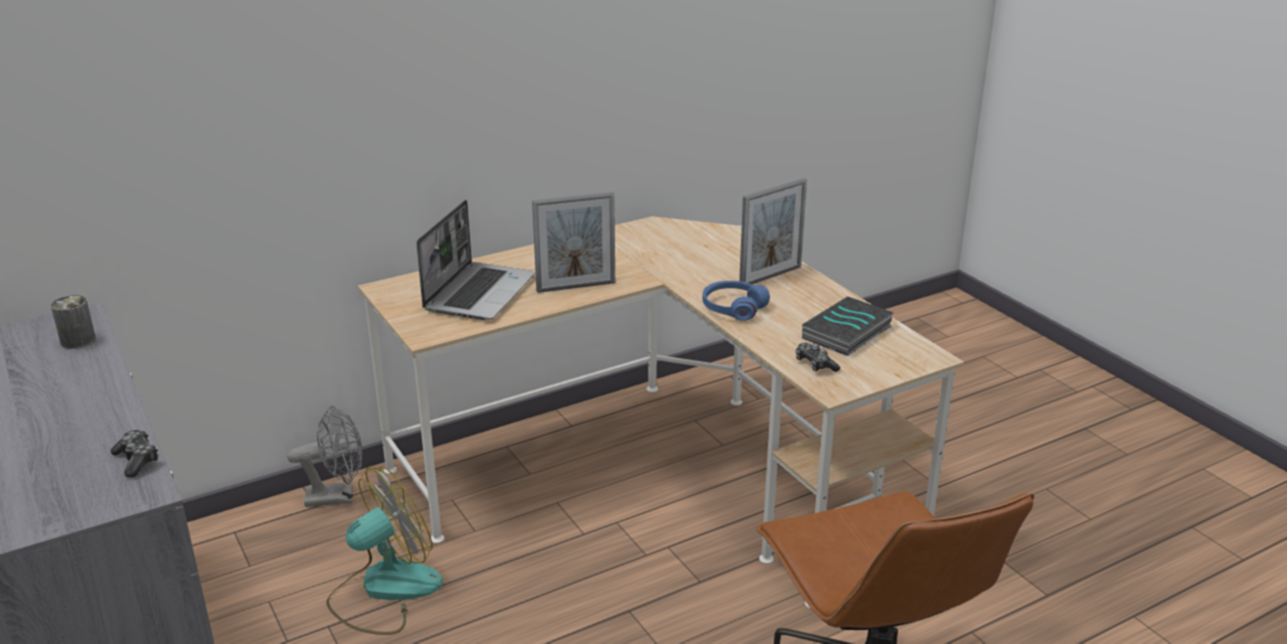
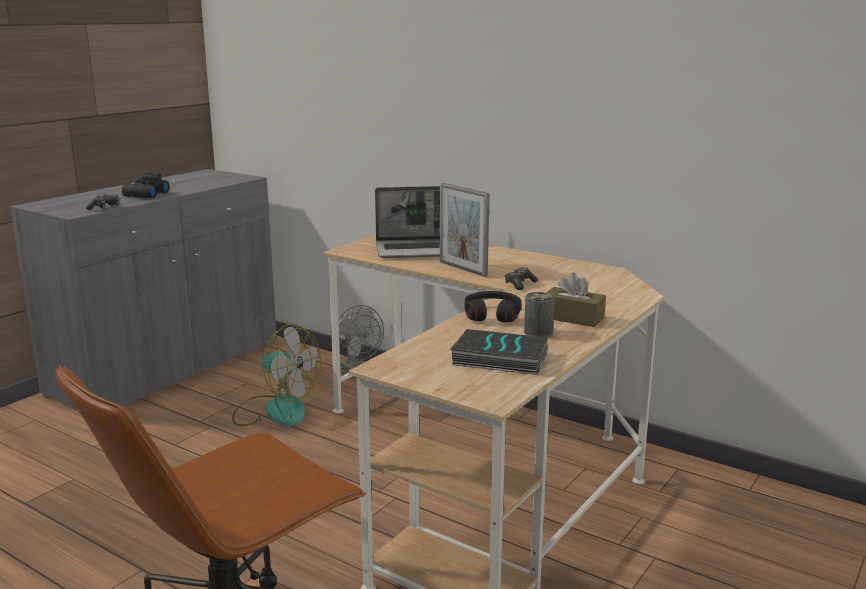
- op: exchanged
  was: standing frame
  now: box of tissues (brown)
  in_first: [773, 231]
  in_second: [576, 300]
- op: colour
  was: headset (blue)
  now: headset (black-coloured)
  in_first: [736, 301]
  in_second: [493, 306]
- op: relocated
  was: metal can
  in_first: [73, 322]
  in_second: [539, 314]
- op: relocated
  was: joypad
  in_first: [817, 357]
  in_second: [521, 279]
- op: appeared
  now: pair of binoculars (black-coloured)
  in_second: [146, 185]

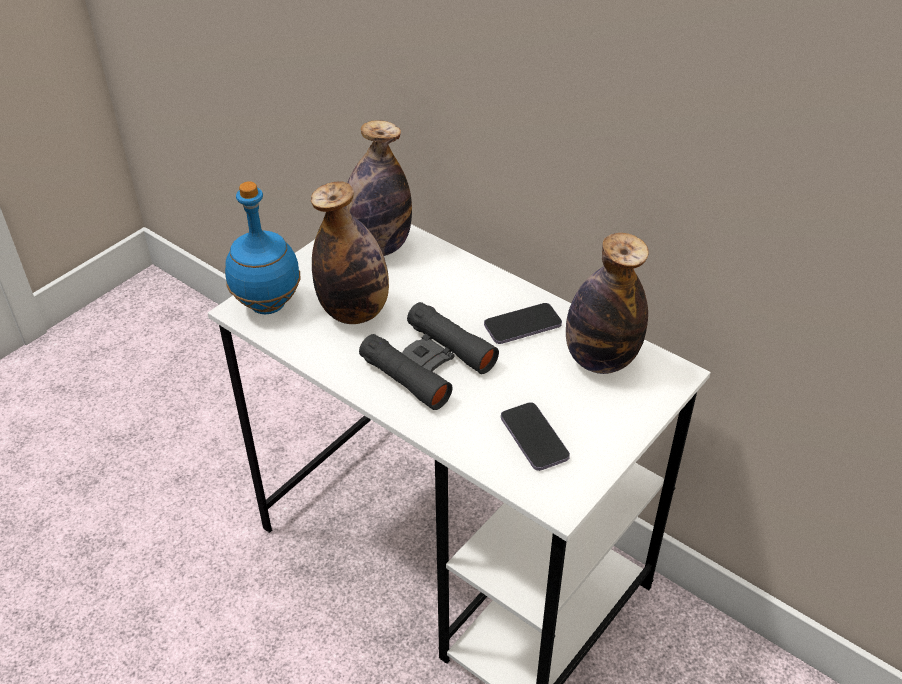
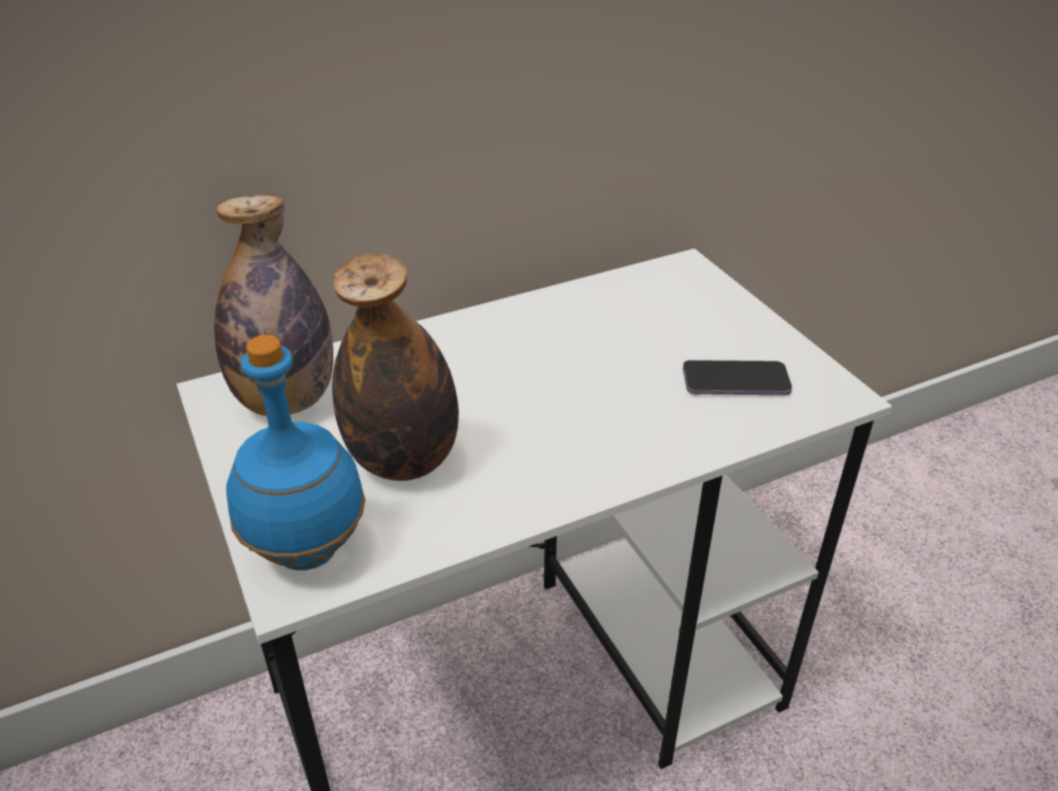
- op: missing
  was: beverage bottle
  in_first: [607, 303]
- op: missing
  was: pair of binoculars (black-coloured)
  in_first: [429, 356]
- op: missing
  was: telephone
  in_first: [523, 323]

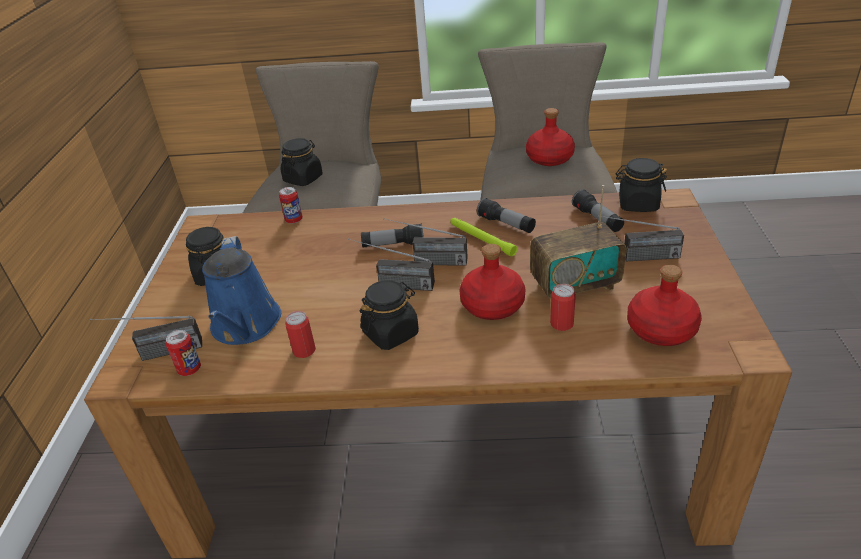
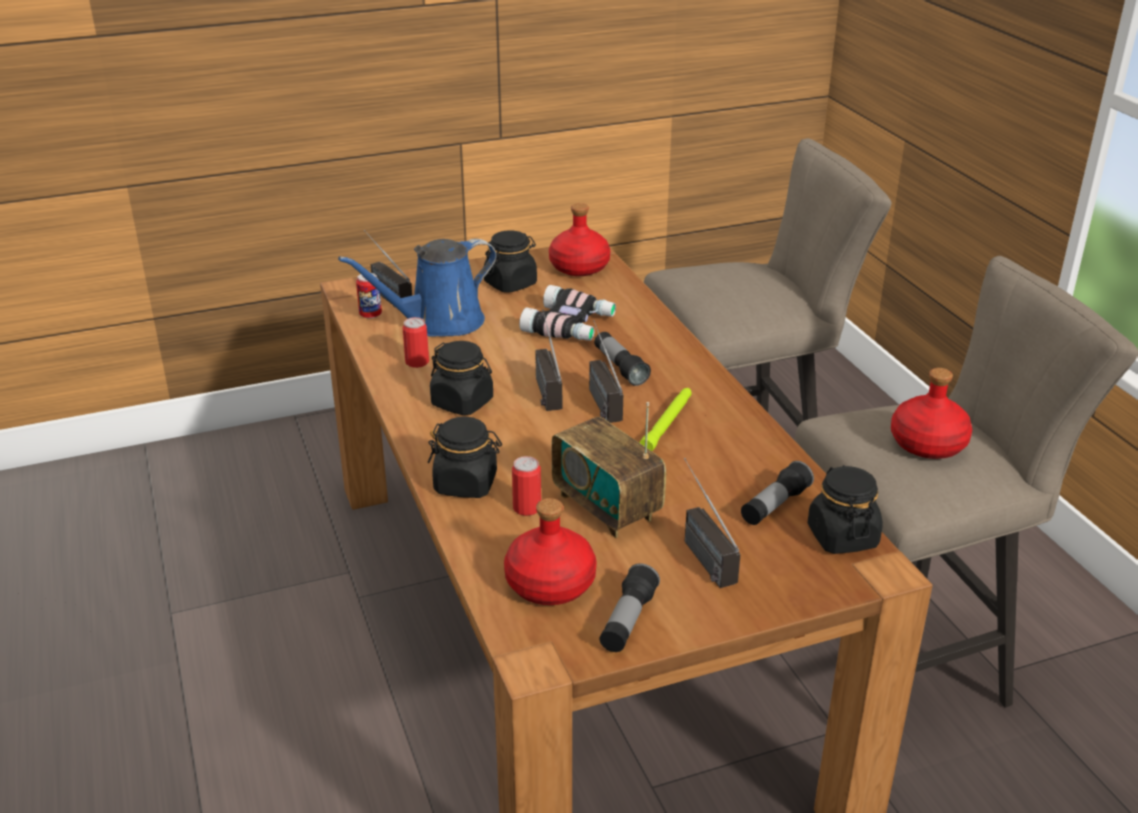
- op: relocated
  was: jar (black-coloured)
  in_first: [302, 162]
  in_second: [465, 457]
- op: missing
  was: metal can
  in_first: [291, 205]
- op: relocated
  was: flashlight
  in_first: [506, 215]
  in_second: [630, 607]
- op: relocated
  was: beverage bottle (red)
  in_first: [492, 282]
  in_second: [579, 239]
- op: appeared
  now: pair of binoculars
  in_second: [567, 313]

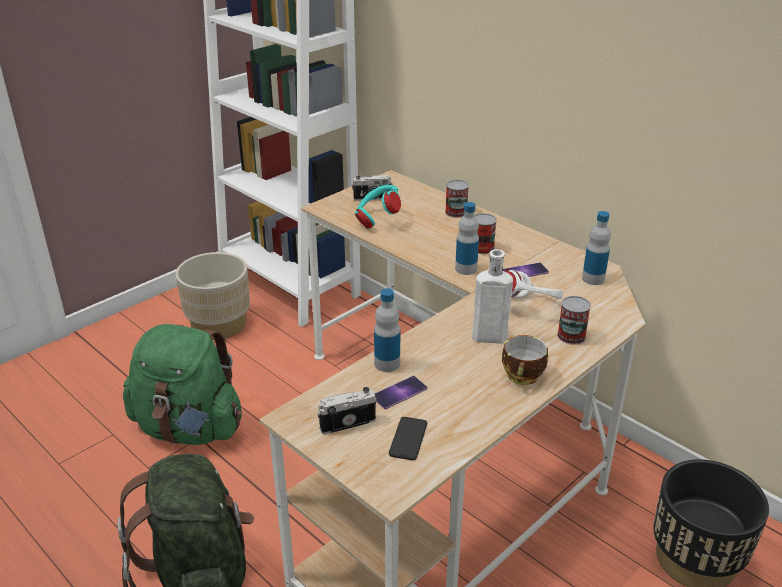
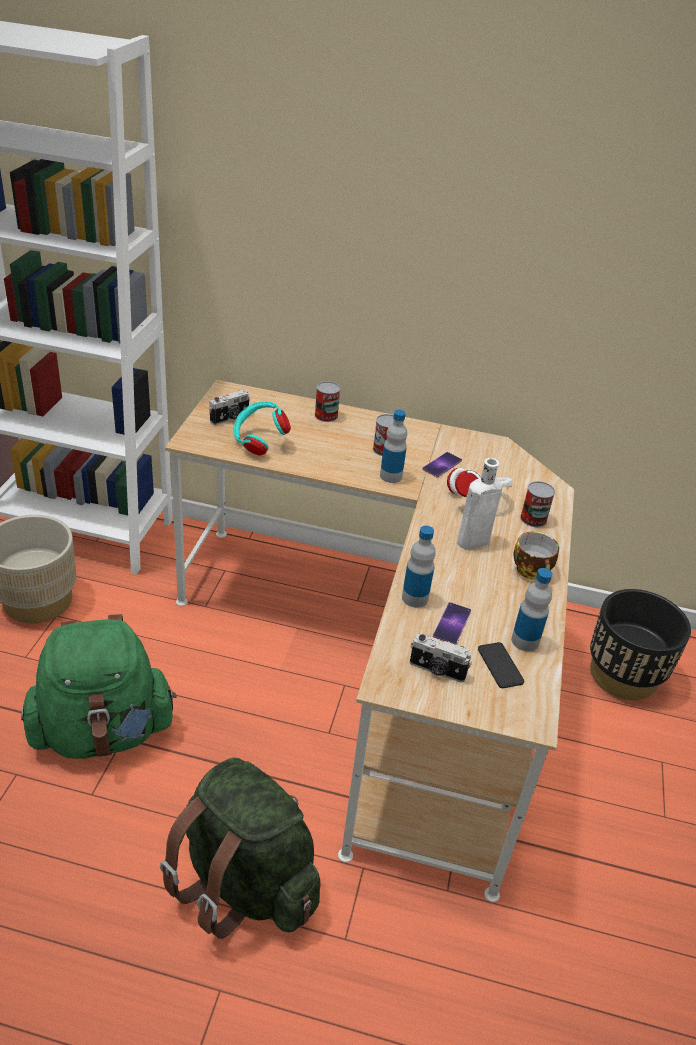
- op: relocated
  was: beverage bottle
  in_first: [596, 248]
  in_second: [531, 609]
- op: spun
  was: still camera
  in_first: [347, 410]
  in_second: [441, 657]
  clockwise: -105

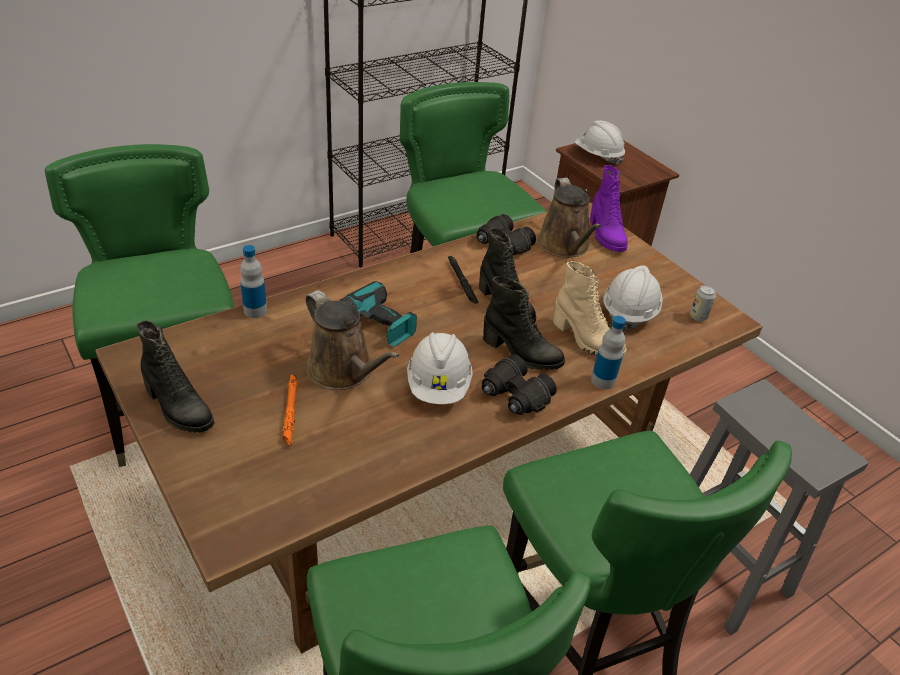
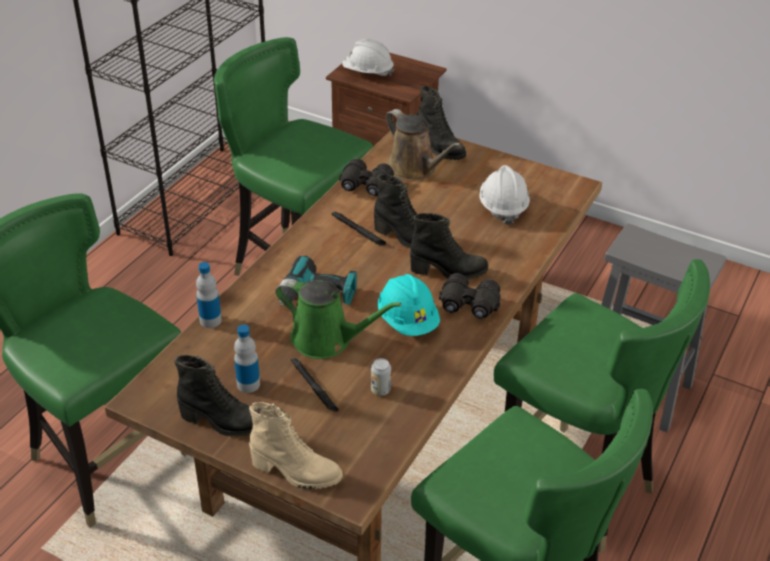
- op: colour
  was: tall boot (purple)
  now: tall boot (black-coloured)
  in_first: [609, 208]
  in_second: [441, 123]
- op: relocated
  was: tall boot (sand-coloured)
  in_first: [590, 308]
  in_second: [296, 445]
- op: relocated
  was: metal can
  in_first: [703, 303]
  in_second: [381, 377]
- op: colour
  was: watering can (brown)
  now: watering can (green)
  in_first: [353, 340]
  in_second: [338, 319]
- op: relocated
  was: beverage bottle
  in_first: [608, 353]
  in_second: [247, 359]
- op: colour
  was: work helmet (whitish)
  now: work helmet (blue-green)
  in_first: [440, 368]
  in_second: [408, 305]
- op: colour
  was: flashlight (orange)
  now: flashlight (black-coloured)
  in_first: [290, 411]
  in_second: [315, 385]

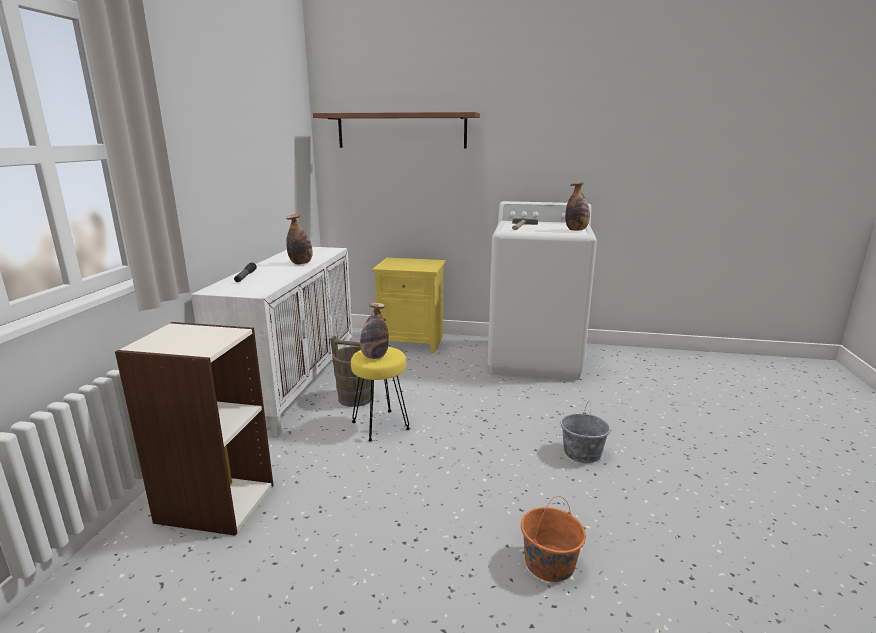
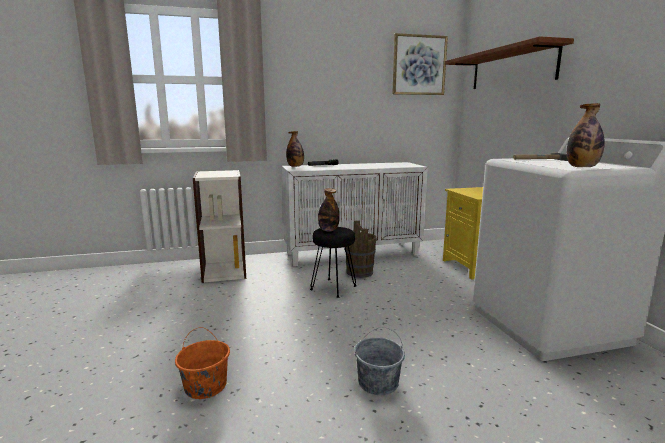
- op: relocated
  was: beverage bottle
  in_first: [299, 239]
  in_second: [295, 149]
- op: colour
  was: stool (yellowish)
  now: stool (black-coloured)
  in_first: [380, 394]
  in_second: [333, 262]
- op: appeared
  now: picture
  in_second: [420, 64]

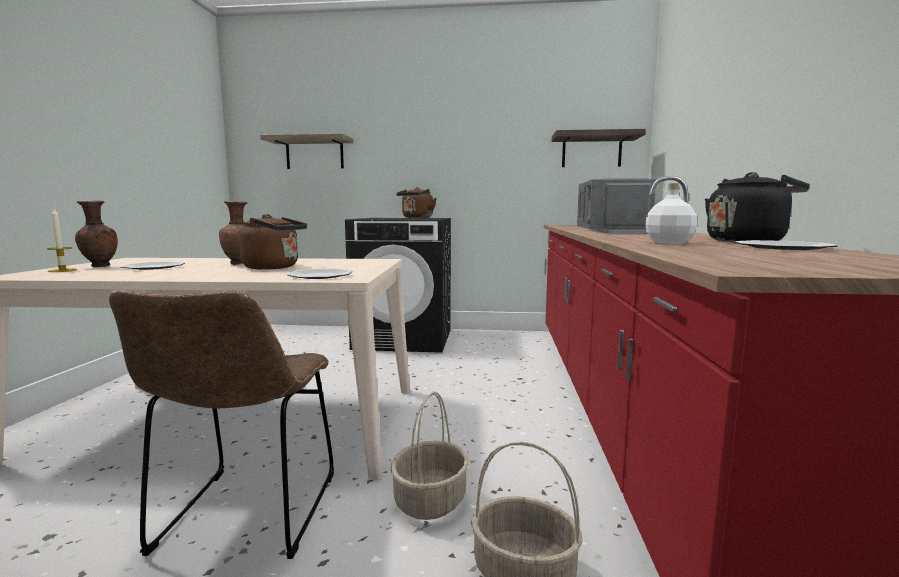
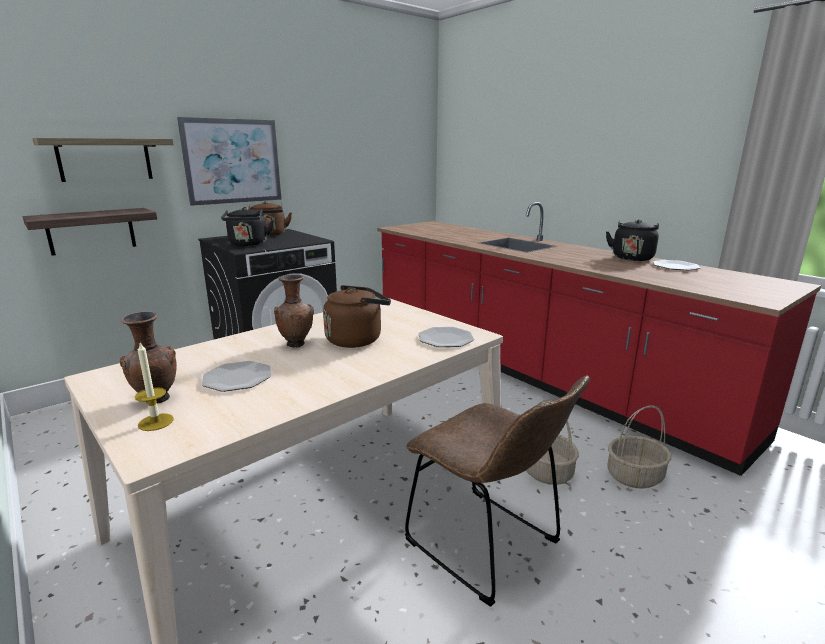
- op: relocated
  was: bracket shelf
  in_first: [599, 148]
  in_second: [90, 232]
- op: missing
  was: microwave oven (greyish)
  in_first: [616, 204]
- op: missing
  was: beverage bottle (whitish)
  in_first: [671, 213]
- op: appeared
  now: picture
  in_second: [229, 161]
- op: appeared
  now: kettle (black-coloured)
  in_second: [247, 227]

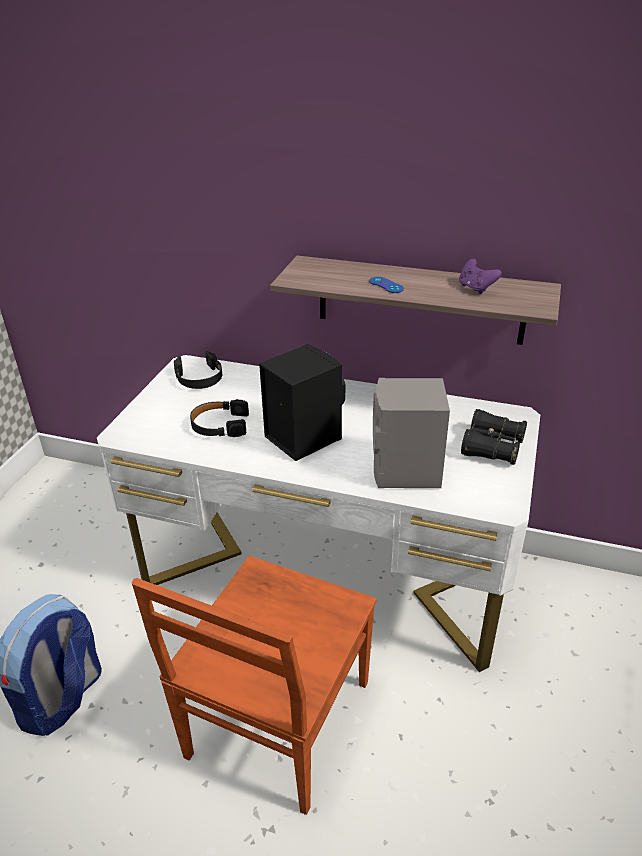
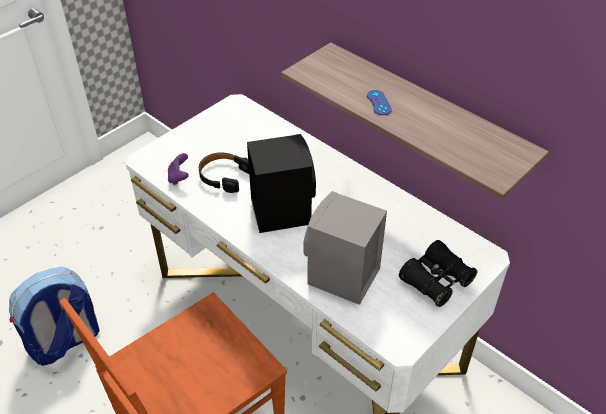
- op: relocated
  was: joypad (purple)
  in_first: [480, 276]
  in_second: [178, 169]
- op: missing
  was: headset (black-coloured)
  in_first: [198, 370]

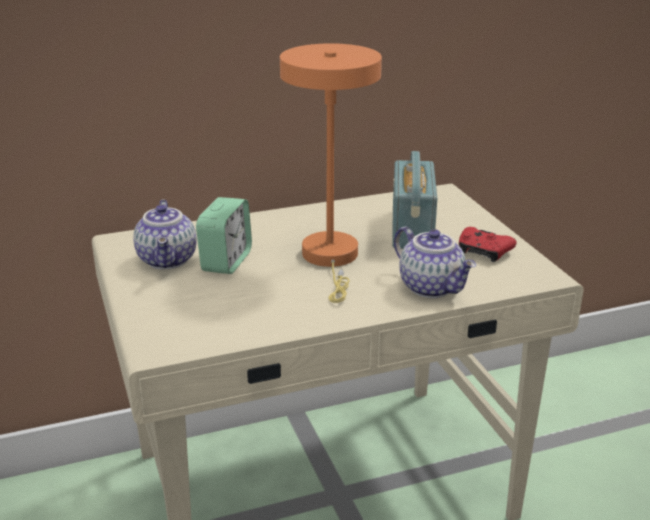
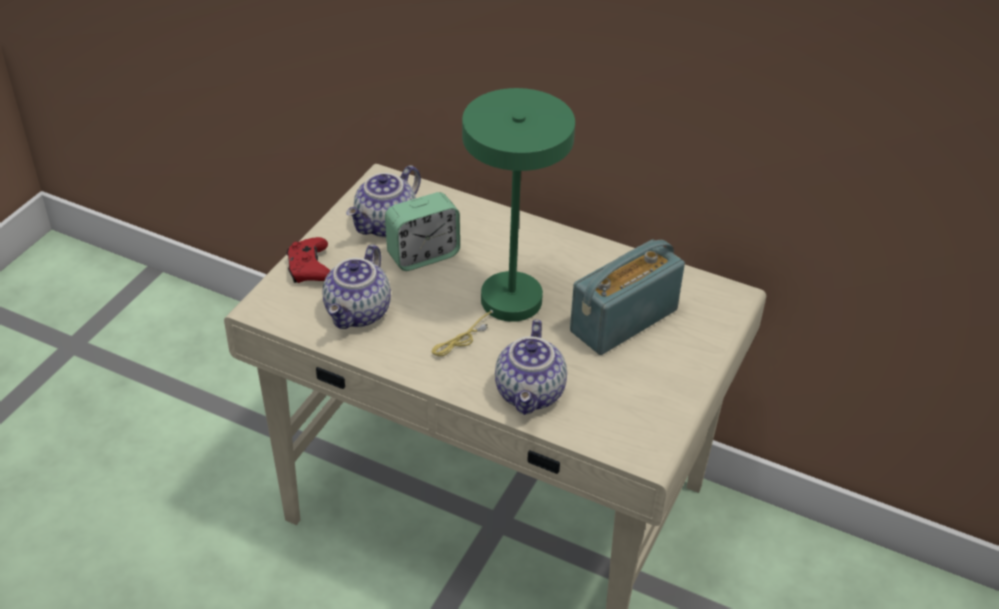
- op: colour
  was: tabletop lamp (orange)
  now: tabletop lamp (green)
  in_first: [331, 173]
  in_second: [503, 222]
- op: relocated
  was: joypad (red)
  in_first: [488, 244]
  in_second: [308, 260]
- op: appeared
  now: tea pot
  in_second: [356, 286]

